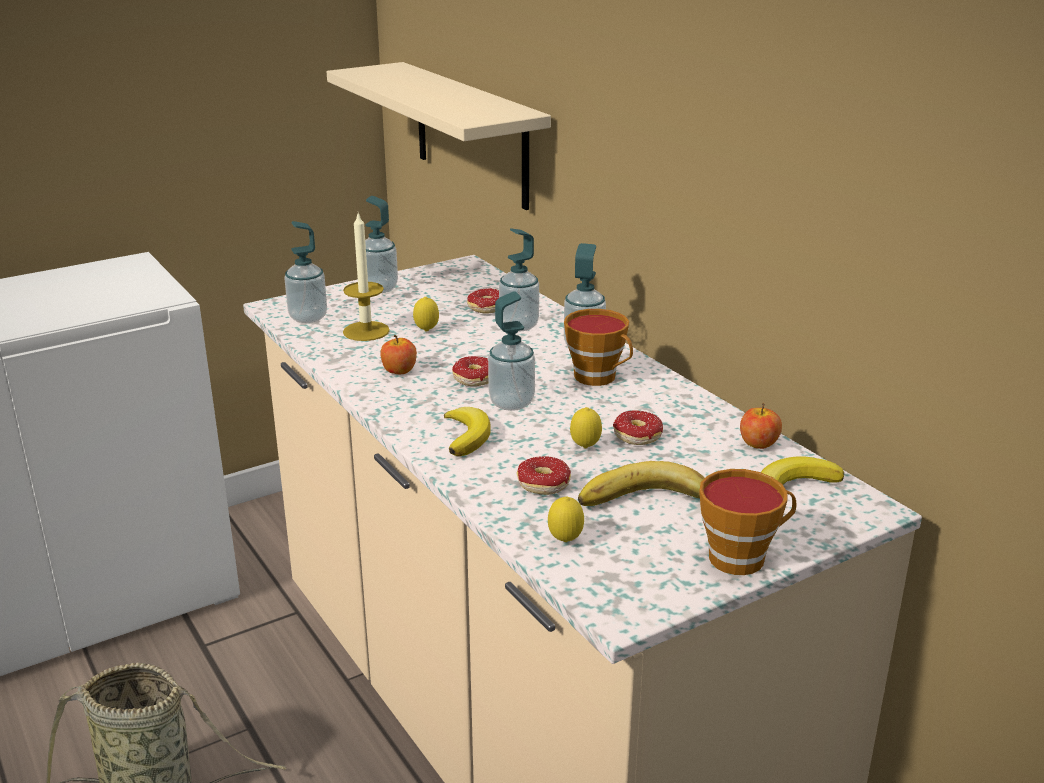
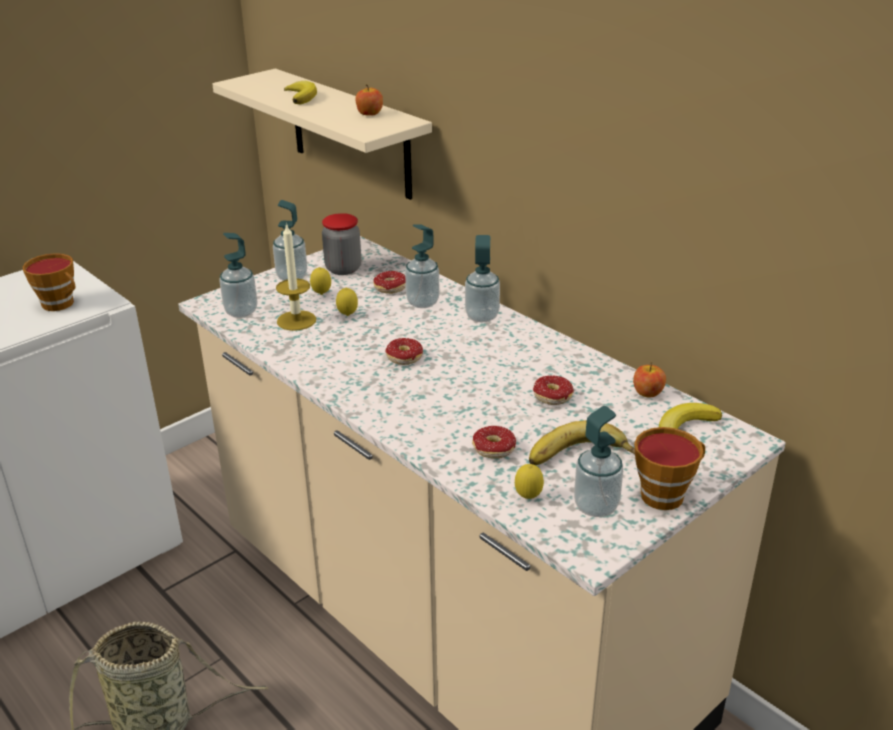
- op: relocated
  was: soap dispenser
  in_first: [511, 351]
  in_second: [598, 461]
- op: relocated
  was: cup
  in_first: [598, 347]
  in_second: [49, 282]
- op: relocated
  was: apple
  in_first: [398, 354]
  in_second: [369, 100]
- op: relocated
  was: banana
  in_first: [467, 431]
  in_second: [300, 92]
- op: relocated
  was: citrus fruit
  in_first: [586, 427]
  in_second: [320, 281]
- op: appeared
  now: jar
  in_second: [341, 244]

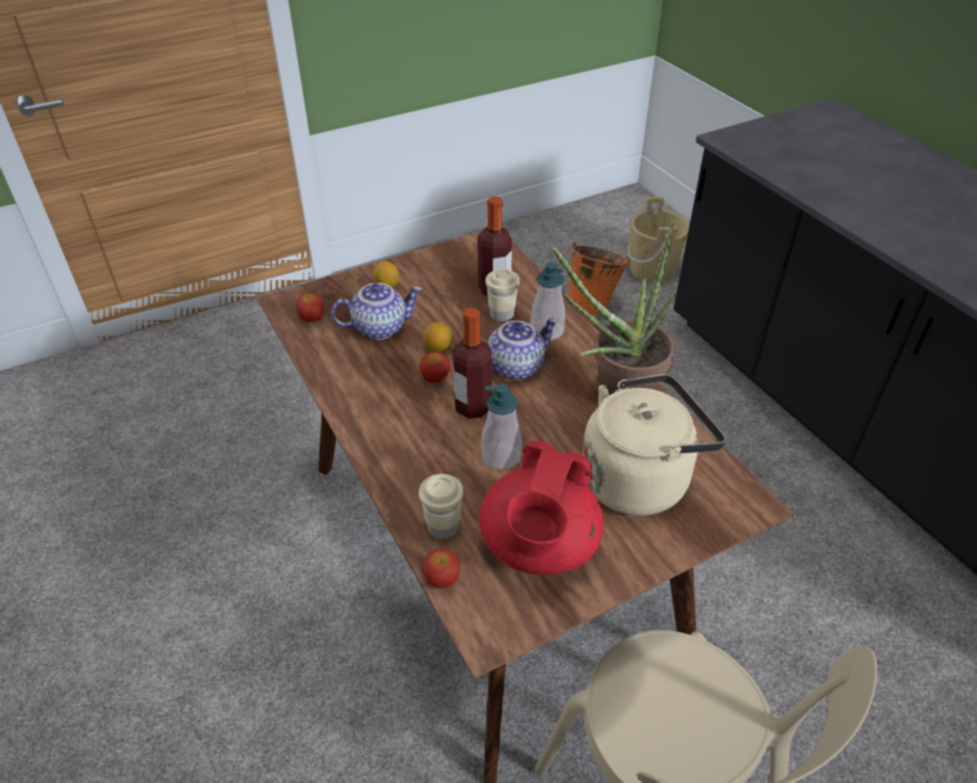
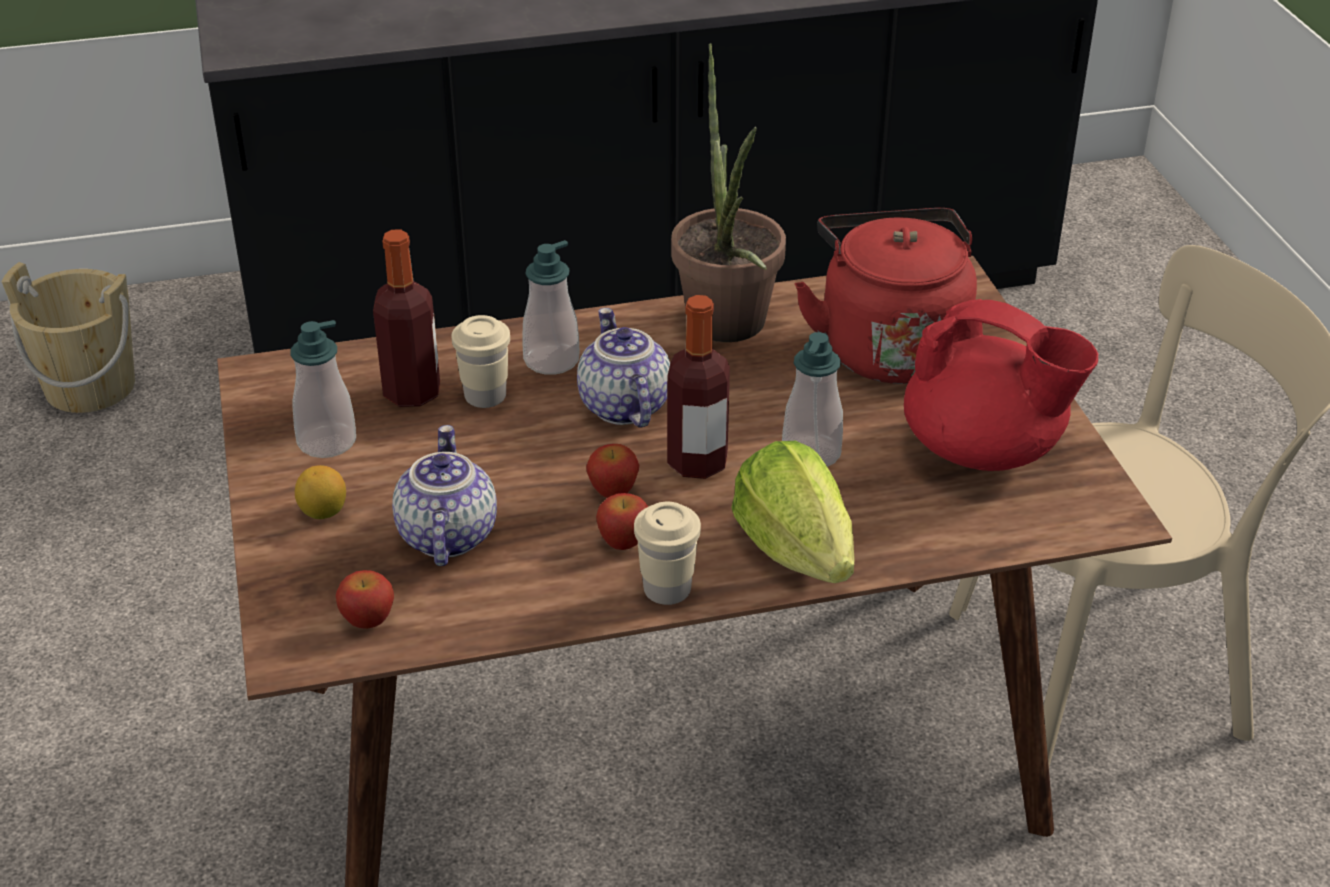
- op: missing
  was: bucket (orange)
  in_first: [599, 279]
- op: missing
  was: citrus fruit
  in_first: [437, 337]
- op: colour
  was: kettle (sand-coloured)
  now: kettle (red)
  in_first: [654, 445]
  in_second: [886, 296]
- op: relocated
  was: cup (sand-coloured)
  in_first: [441, 506]
  in_second: [667, 553]
- op: relocated
  was: apple
  in_first: [441, 568]
  in_second: [622, 521]
- op: appeared
  now: soap dispenser
  in_second: [323, 389]
- op: appeared
  now: head of lettuce
  in_second: [793, 512]

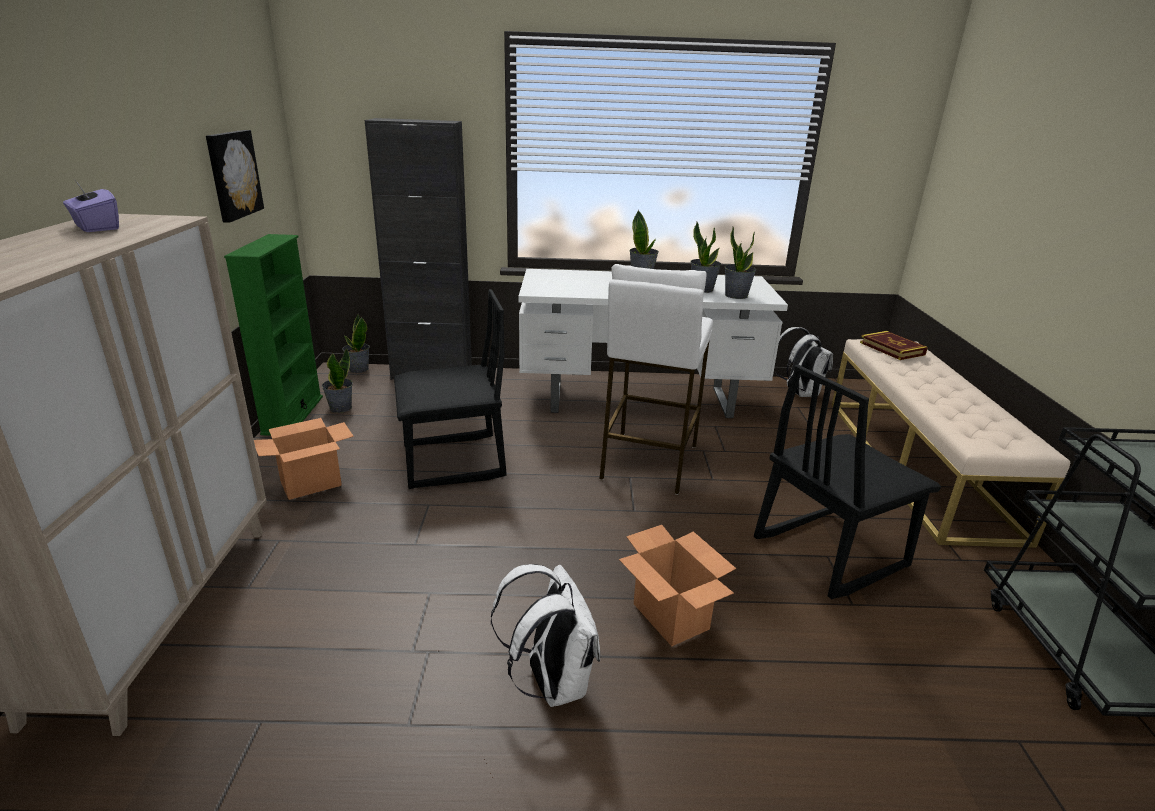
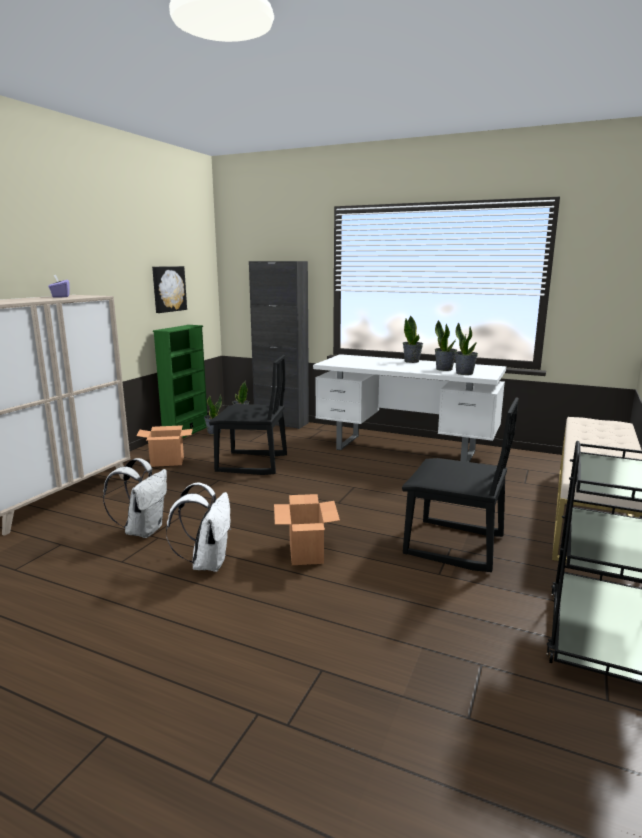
- op: missing
  was: stool (whitish)
  in_first: [656, 379]
- op: relocated
  was: rucksack (whitish)
  in_first: [804, 362]
  in_second: [135, 498]
- op: missing
  was: volume
  in_first: [894, 345]
- op: spun
  was: upright chair (black-coloured)
  in_first: [847, 482]
  in_second: [460, 484]
  clockwise: -150

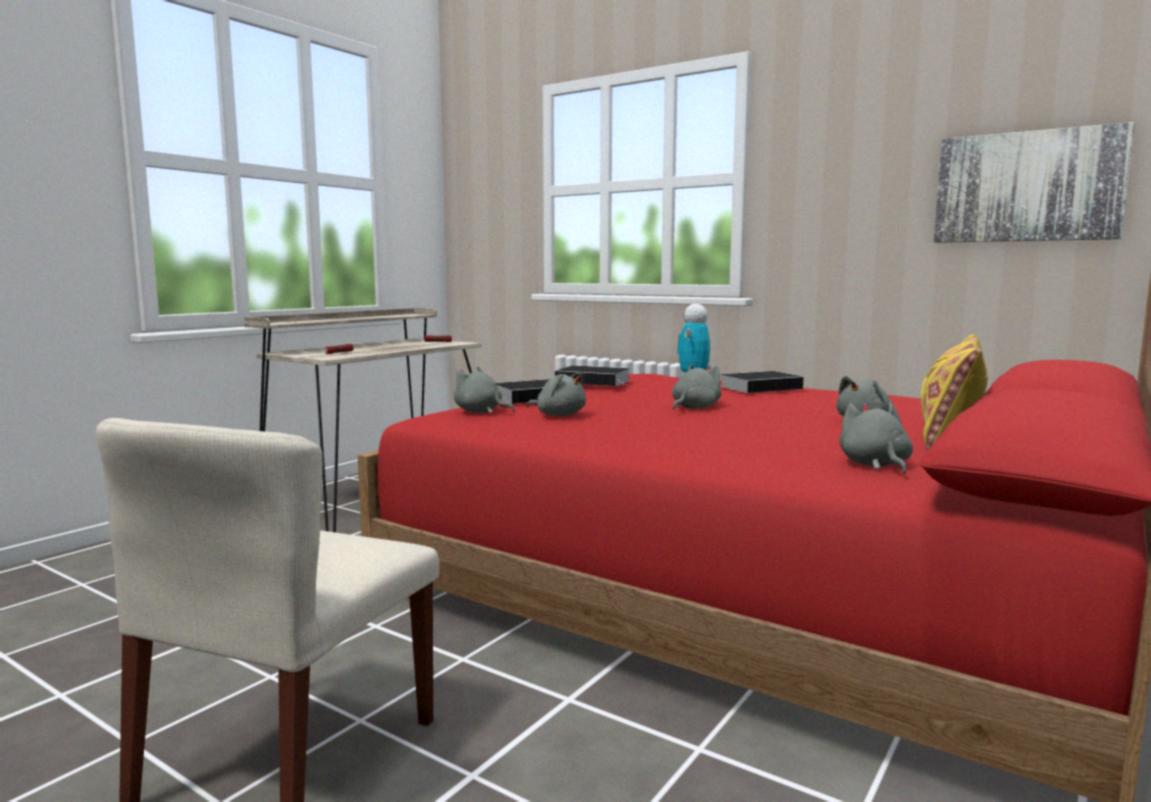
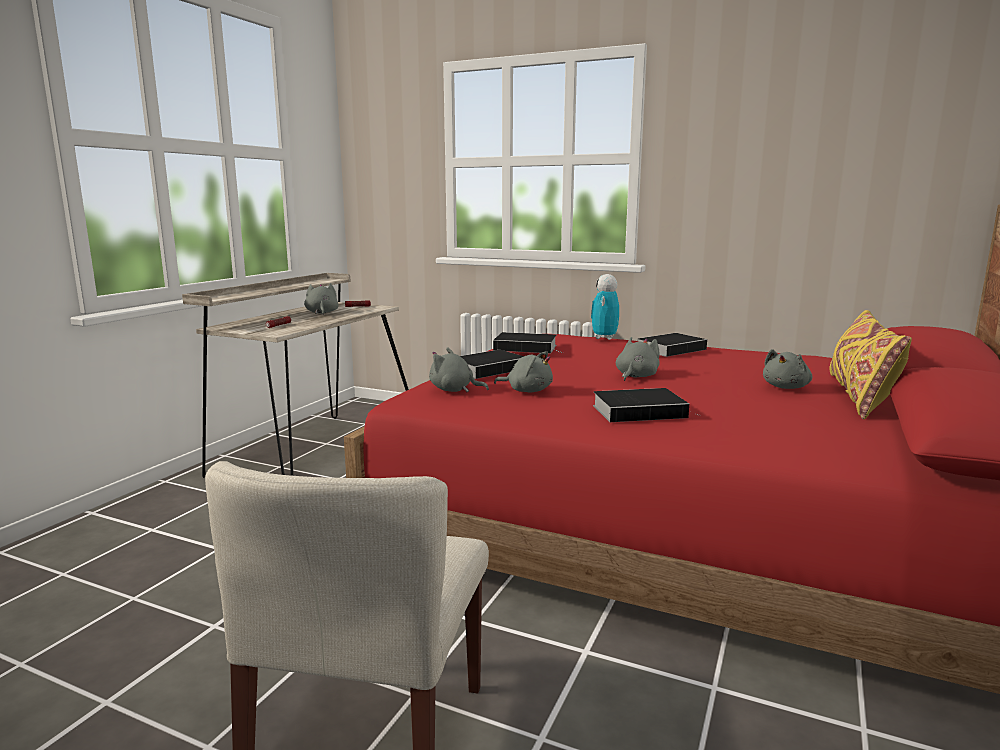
- op: missing
  was: picture
  in_first: [1034, 182]
- op: relocated
  was: cuddly toy (greyish)
  in_first: [876, 438]
  in_second: [321, 299]
- op: appeared
  now: volume
  in_second: [646, 405]

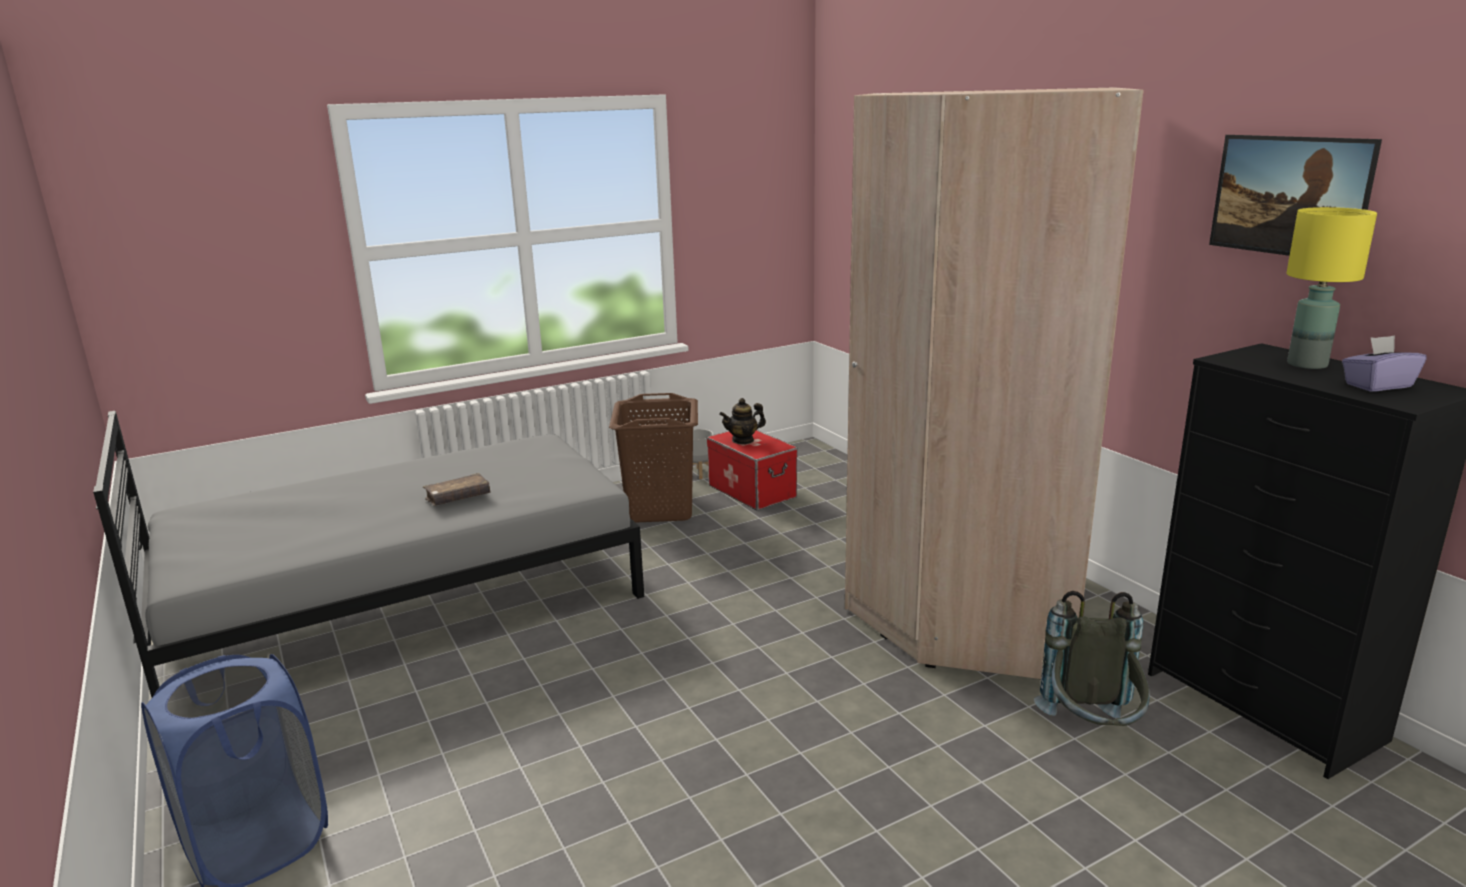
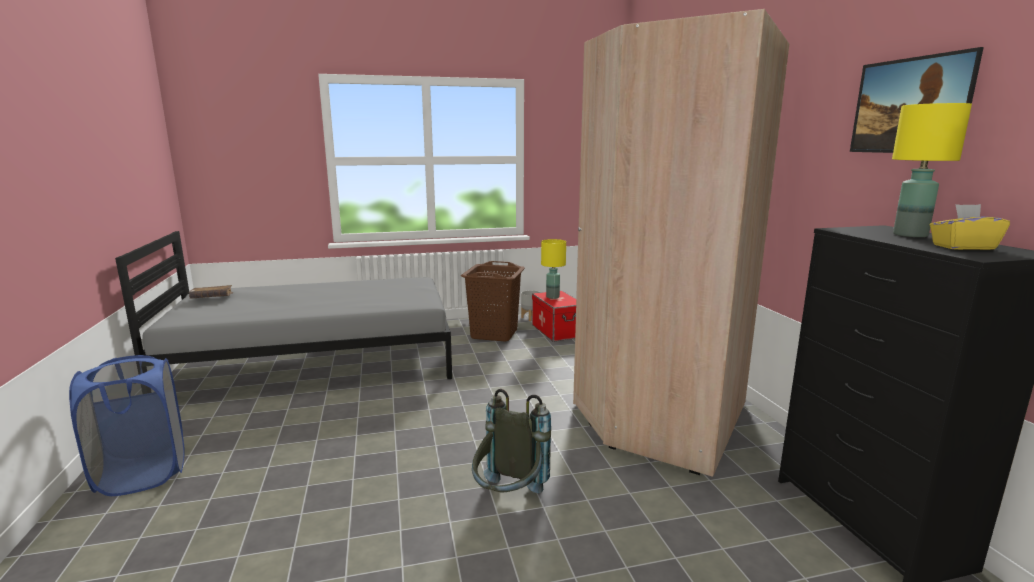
- op: colour
  was: box of tissues (purple)
  now: box of tissues (yellowish)
  in_first: [1384, 363]
  in_second: [970, 227]
- op: exchanged
  was: tea pot
  now: tabletop lamp (yellowish)
  in_first: [742, 421]
  in_second: [553, 269]
- op: relocated
  was: volume (brown)
  in_first: [456, 489]
  in_second: [211, 292]
- op: relocated
  was: rucksack (greyish)
  in_first: [1092, 658]
  in_second: [511, 441]

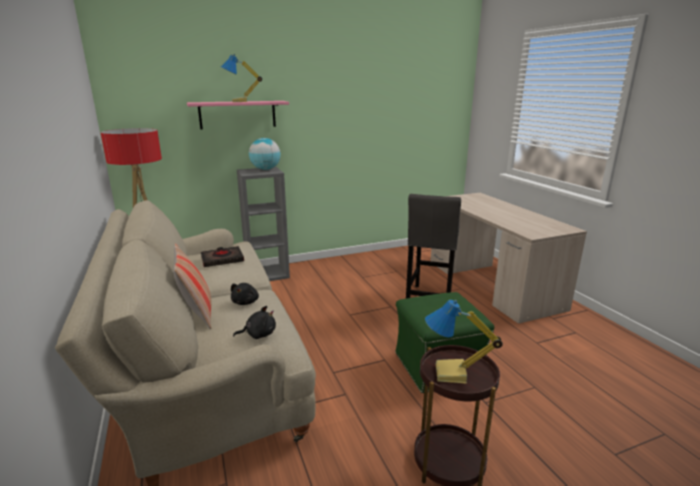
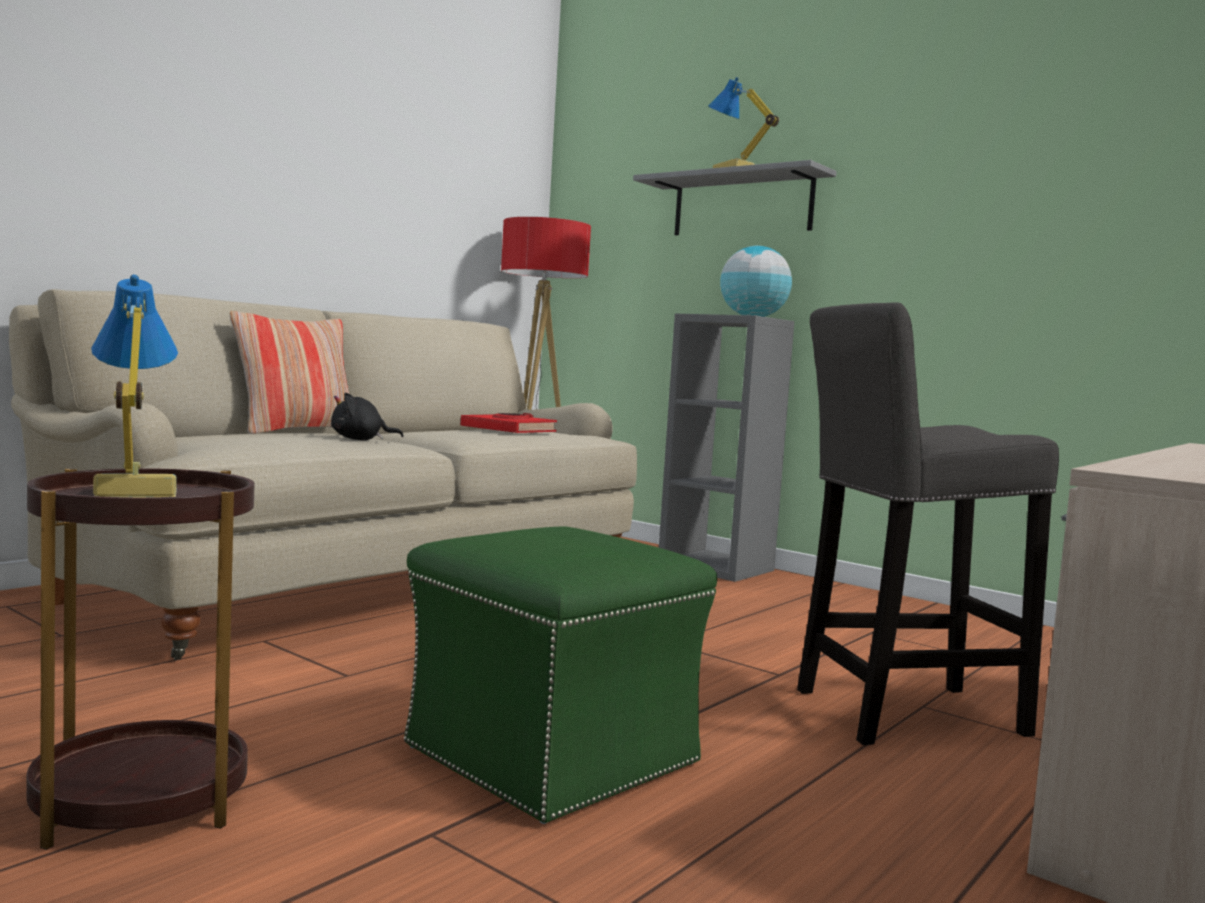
- op: colour
  was: bracket shelf (pink-coloured)
  now: bracket shelf (greyish)
  in_first: [238, 115]
  in_second: [735, 197]
- op: colour
  was: volume (black-coloured)
  now: volume (red)
  in_first: [222, 256]
  in_second: [509, 423]
- op: missing
  was: cuddly toy (black-coloured)
  in_first: [254, 322]

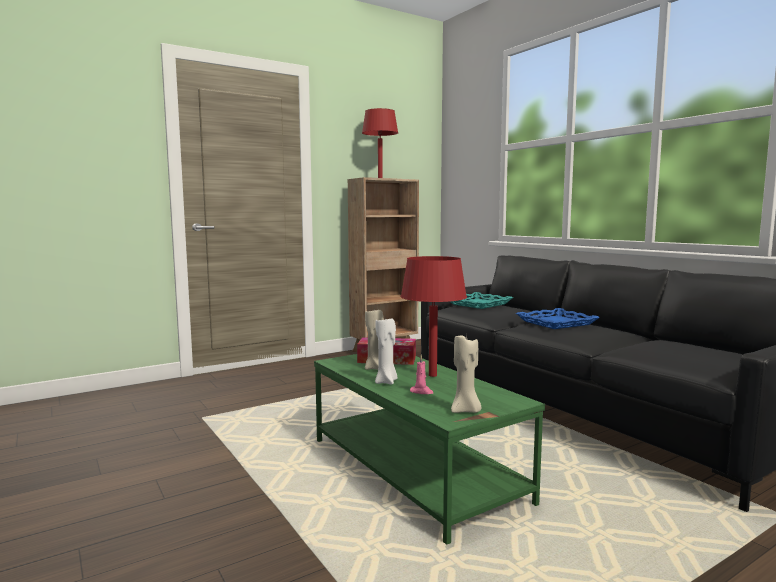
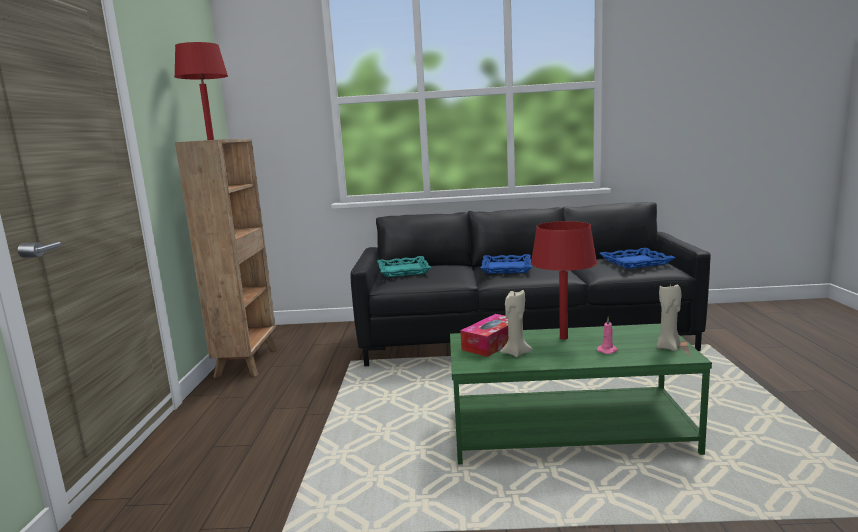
- op: missing
  was: wax light (whitish)
  in_first: [386, 350]
- op: appeared
  now: serving tray (blue)
  in_second: [637, 258]

